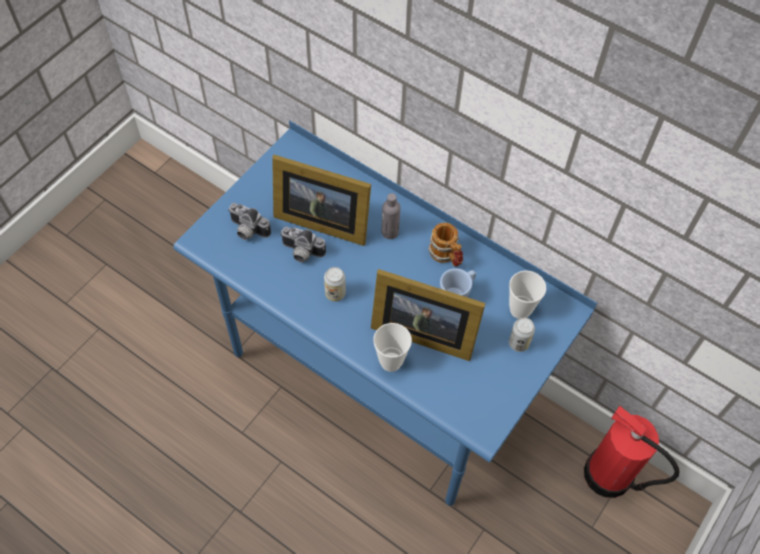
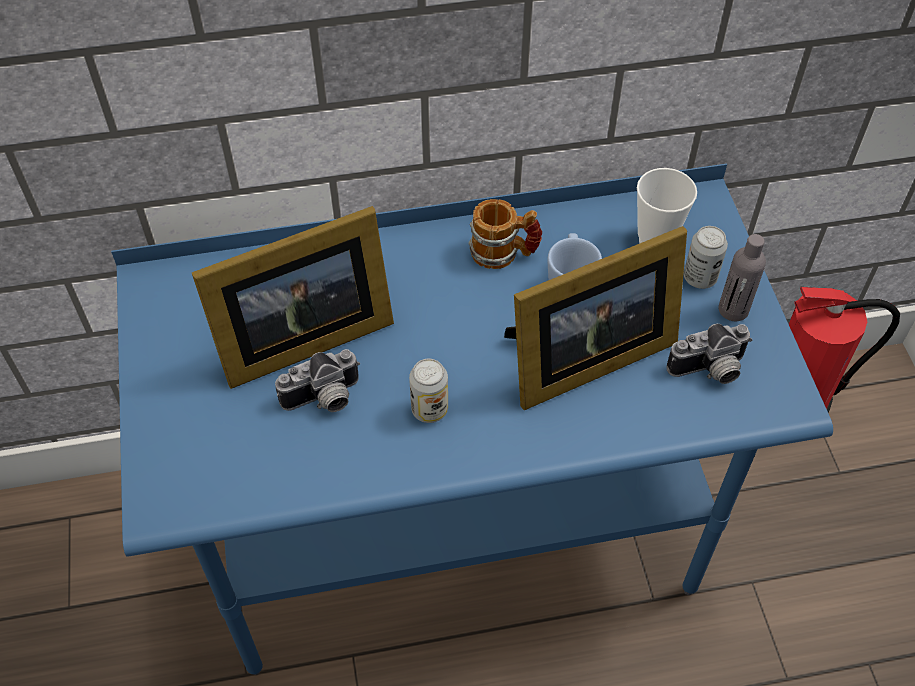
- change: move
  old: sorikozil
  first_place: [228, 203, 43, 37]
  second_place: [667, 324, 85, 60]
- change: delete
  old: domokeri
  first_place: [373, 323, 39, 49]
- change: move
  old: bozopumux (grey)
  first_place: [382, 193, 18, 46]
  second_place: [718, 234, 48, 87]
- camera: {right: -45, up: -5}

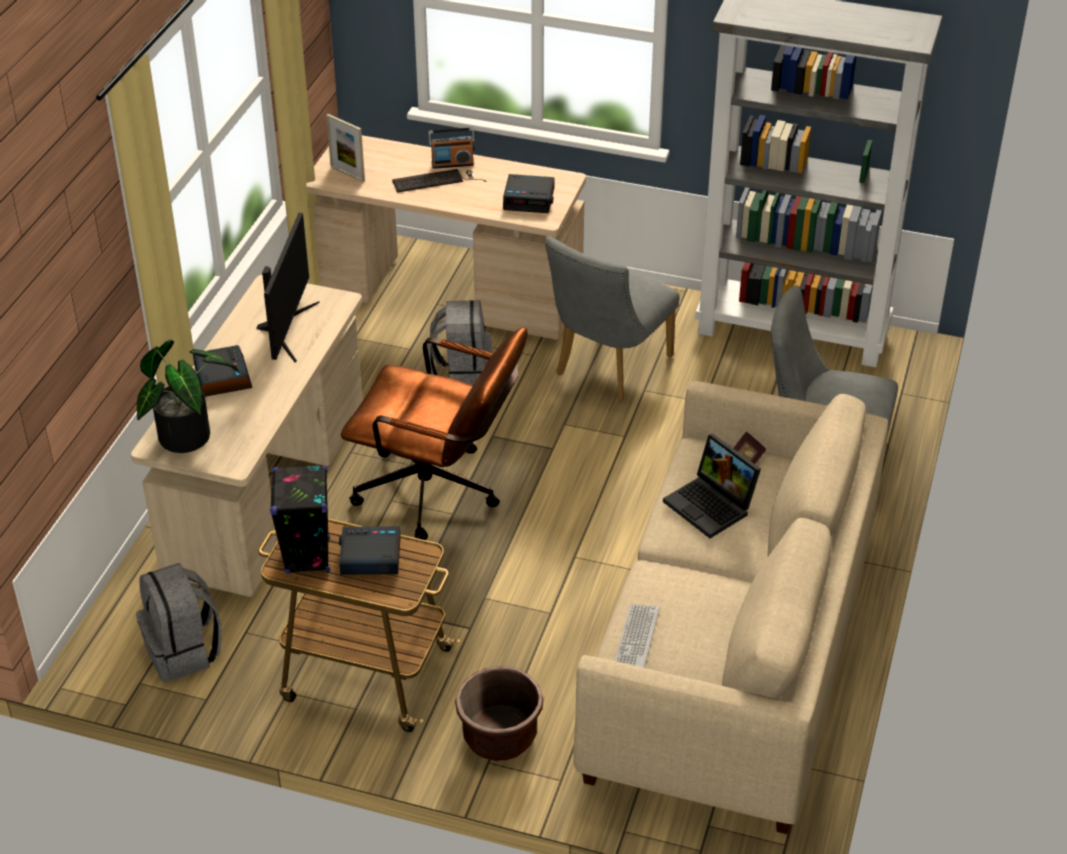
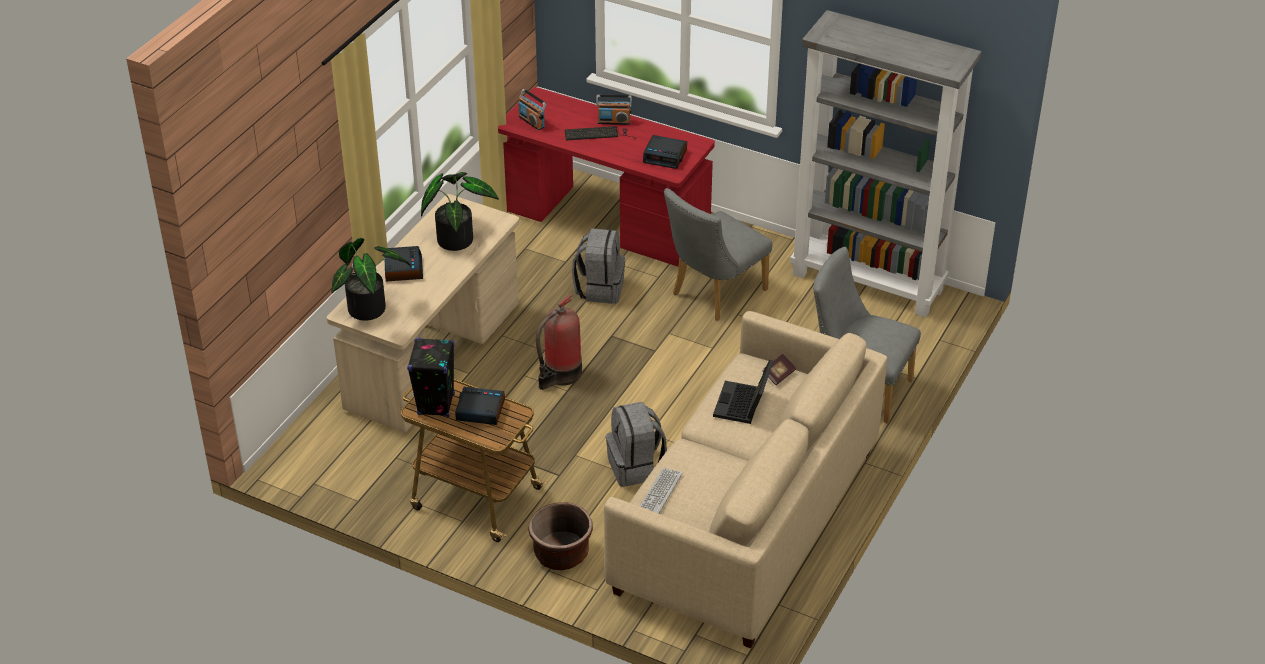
- change: move
  old: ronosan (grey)
  first_place: [136, 563, 86, 119]
  second_place: [606, 402, 61, 85]
- change: replace
  old: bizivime
  new: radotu
  first_place: [256, 213, 63, 149]
  second_place: [421, 172, 78, 79]
- change: recolor
  old: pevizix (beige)
  new: pevizix (red)
  first_place: [306, 135, 280, 205]
  second_place: [498, 87, 217, 180]
- change: replace
  old: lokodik
  new: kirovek
  first_place: [326, 114, 39, 68]
  second_place: [518, 89, 28, 41]
- change: replace
  old: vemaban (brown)
  new: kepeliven
  first_place: [341, 327, 187, 213]
  second_place: [536, 294, 46, 96]
- change: rotate
  old: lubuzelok
  first_place: [663, 433, 98, 105]
  second_place: [713, 360, 60, 64]
  degrees: 45
- camera: {right: 10, up: 0}

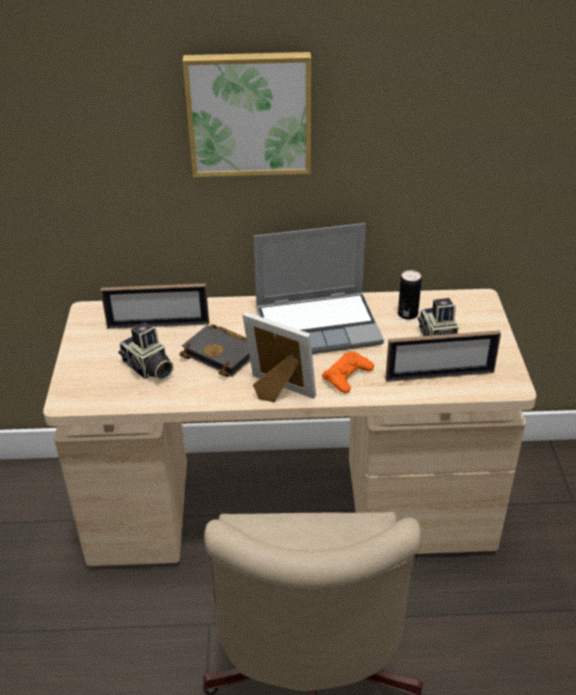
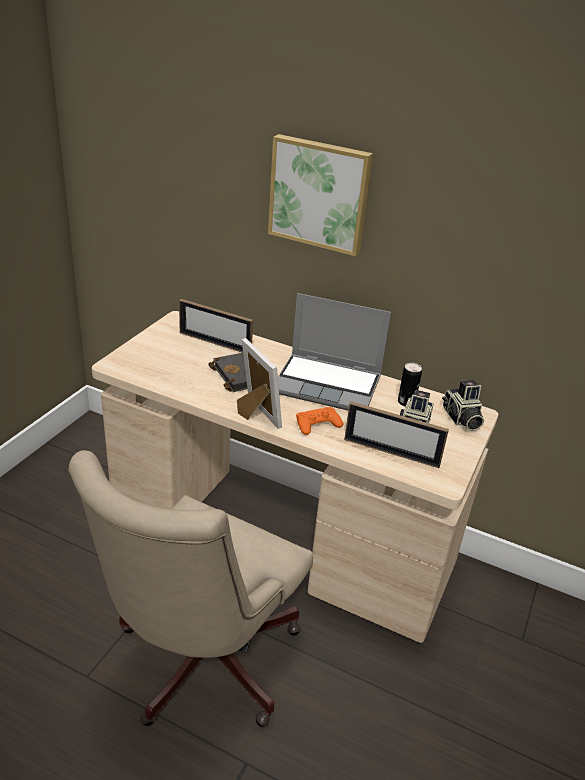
- change: move
  old: sorikozil
  first_place: [118, 322, 56, 58]
  second_place: [442, 380, 42, 51]
- camera: {right: 25, up: -5}

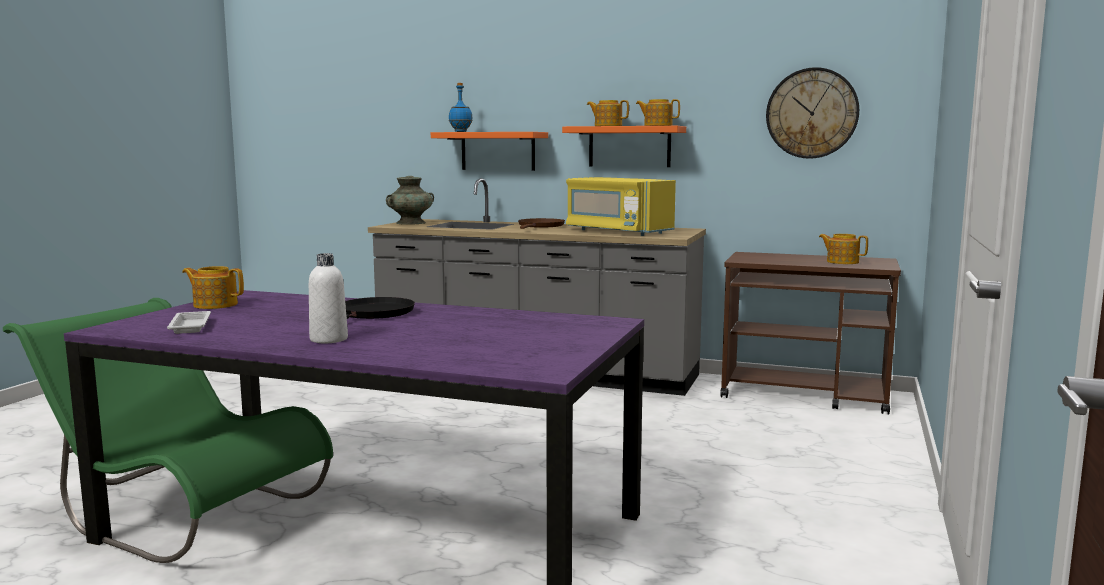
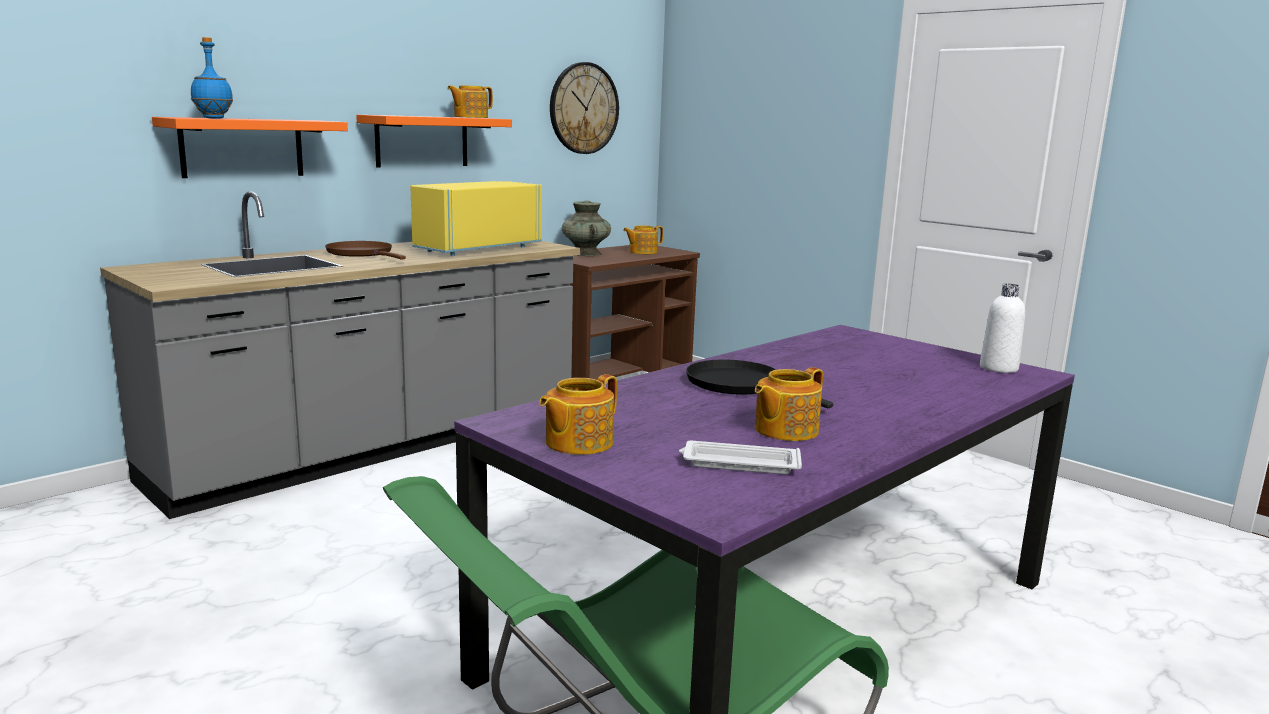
- change: move
  old: bozopumux (white)
  first_place: [309, 253, 39, 90]
  second_place: [980, 284, 45, 89]
- change: move
  old: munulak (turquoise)
  first_place: [386, 176, 48, 49]
  second_place: [562, 200, 49, 56]
- change: rotate
  old: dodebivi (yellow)
  first_place: [566, 177, 110, 59]
  second_place: [410, 181, 132, 75]
  degrees: 150
- change: move
  old: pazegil
  first_place: [587, 100, 42, 26]
  second_place: [755, 367, 68, 74]
- camera: {right: -65, up: 5}

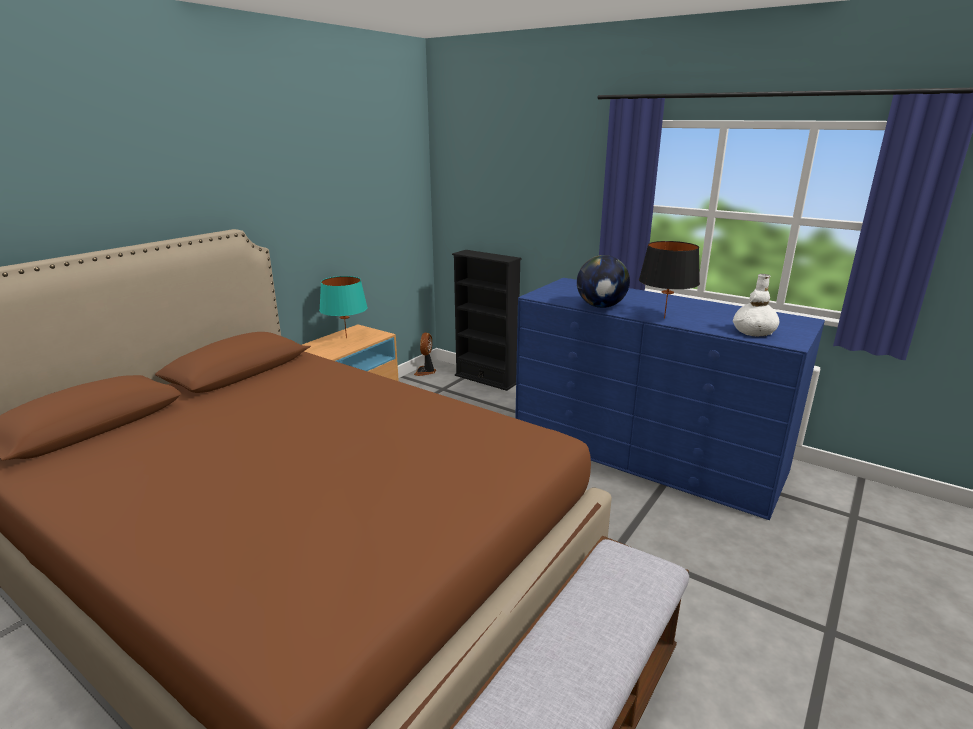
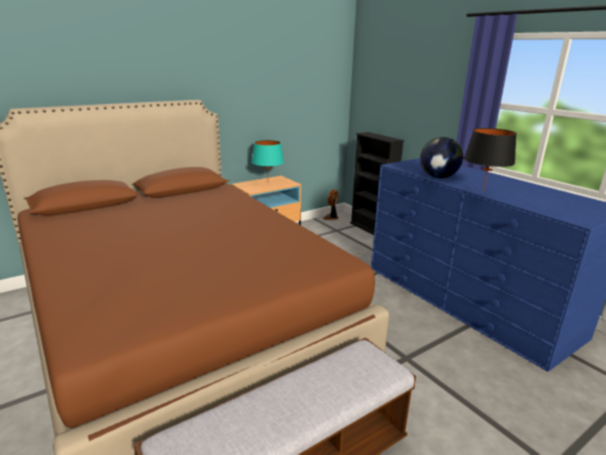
- change: delete
  old: munulak (white)
  first_place: [733, 274, 46, 63]
- camera: {right: 20, up: 0}

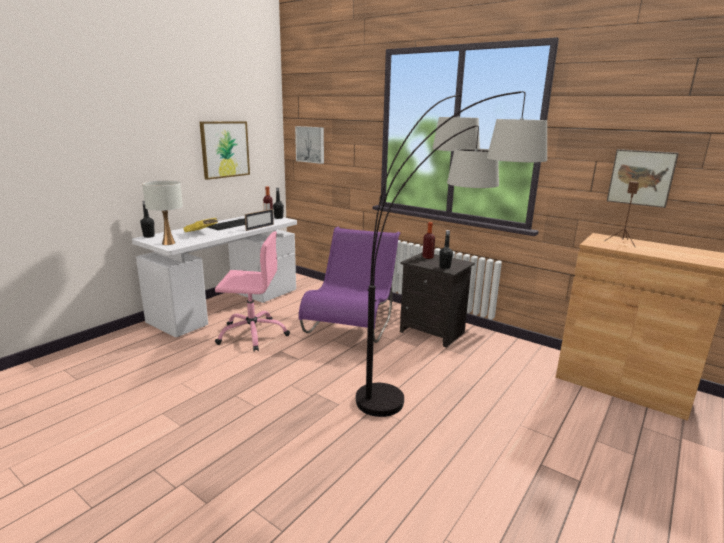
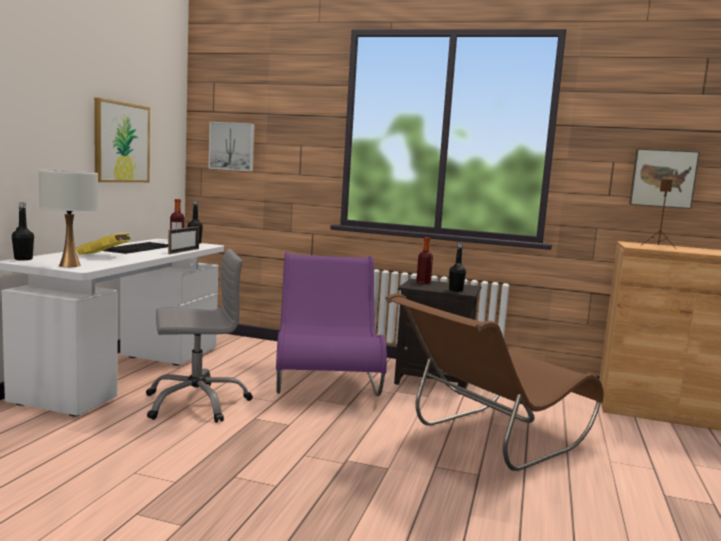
- change: recolor
  old: vemaban (pink)
  new: vemaban (grey)
  first_place: [215, 231, 75, 121]
  second_place: [146, 249, 107, 174]
- change: replace
  old: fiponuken
  new: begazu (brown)
  first_place: [356, 91, 191, 326]
  second_place: [386, 294, 218, 177]
- camera: {right: -20, up: -10}

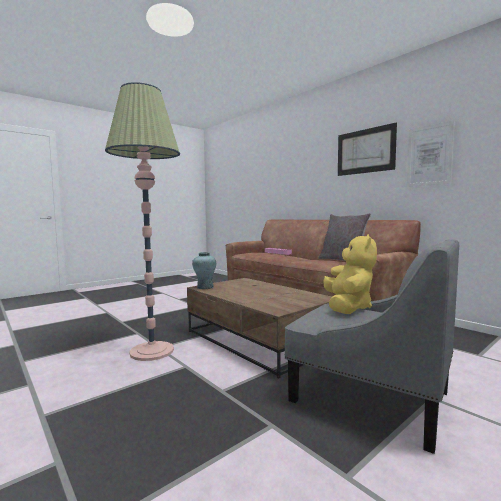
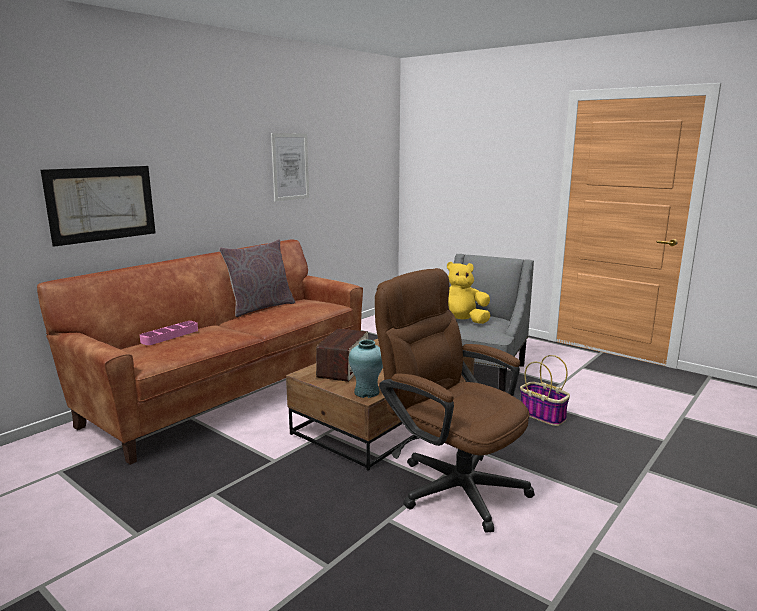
- change: replace
  old: fiponuken
  new: vemaban (brown)
  first_place: [105, 82, 75, 279]
  second_place: [375, 268, 160, 265]
- change: move
  old: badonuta
  first_place: [338, 122, 59, 54]
  second_place: [41, 166, 115, 81]
- change: insert
  new: kirovek
  second_place: [316, 328, 52, 54]
- change: insert
  new: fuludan
  second_place: [520, 355, 50, 71]
- camera: {right: -100, up: 10}

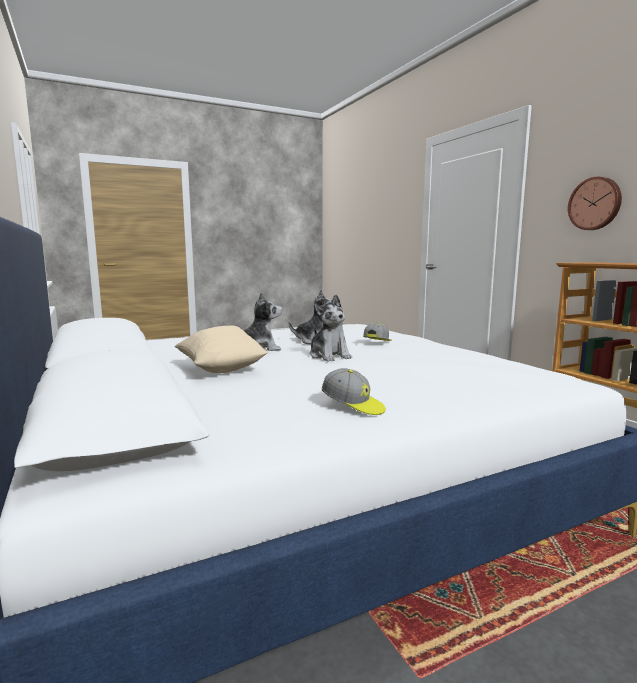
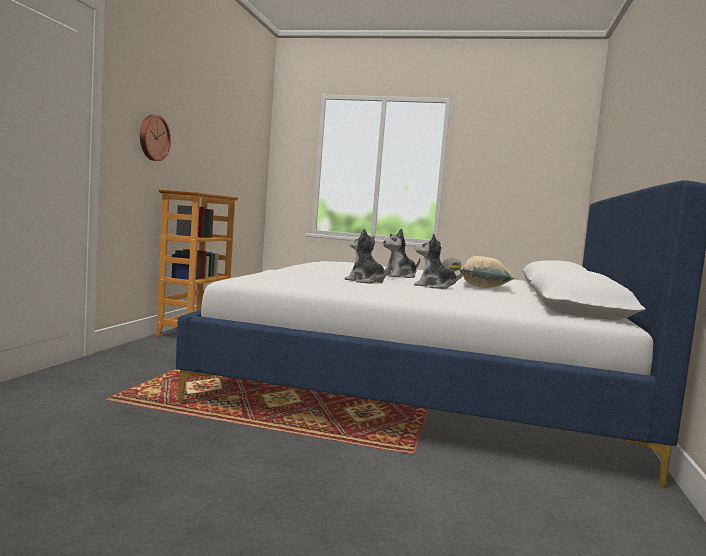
- change: rotate
  old: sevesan
  first_place: [309, 295, 43, 67]
  second_place: [383, 229, 37, 49]
  degrees: -135
- change: delete
  old: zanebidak
  first_place: [363, 322, 29, 19]
- camera: {right: -140, up: -5}

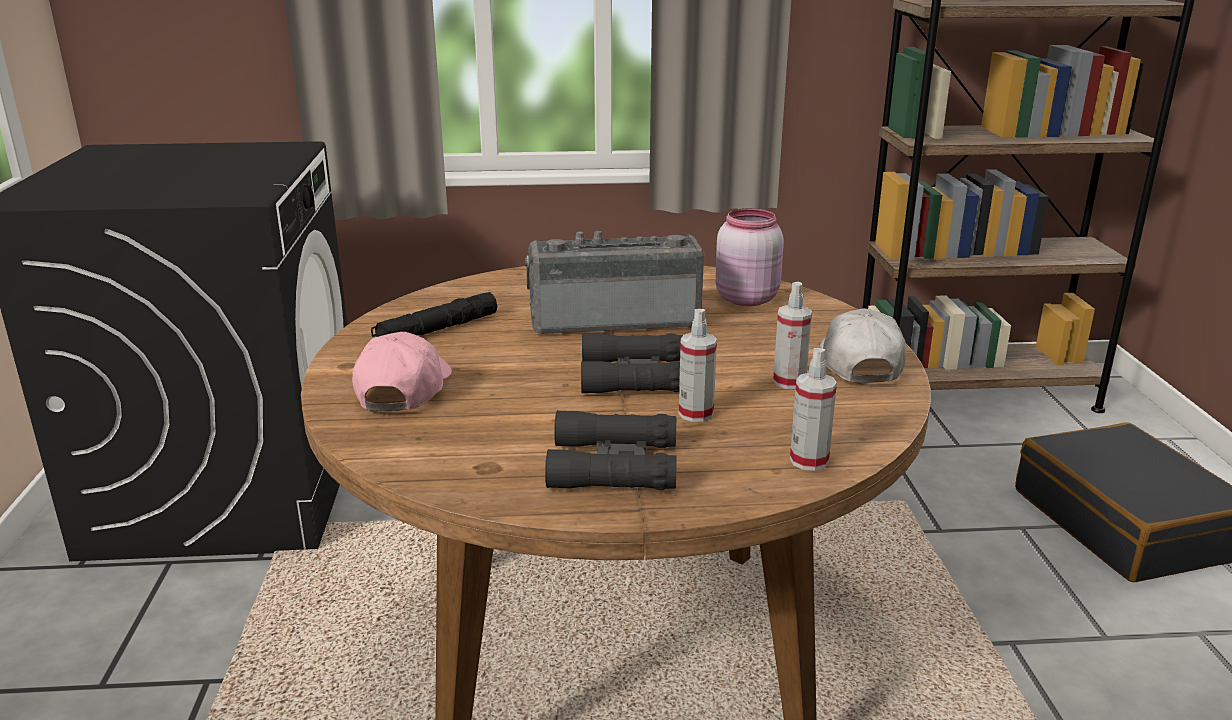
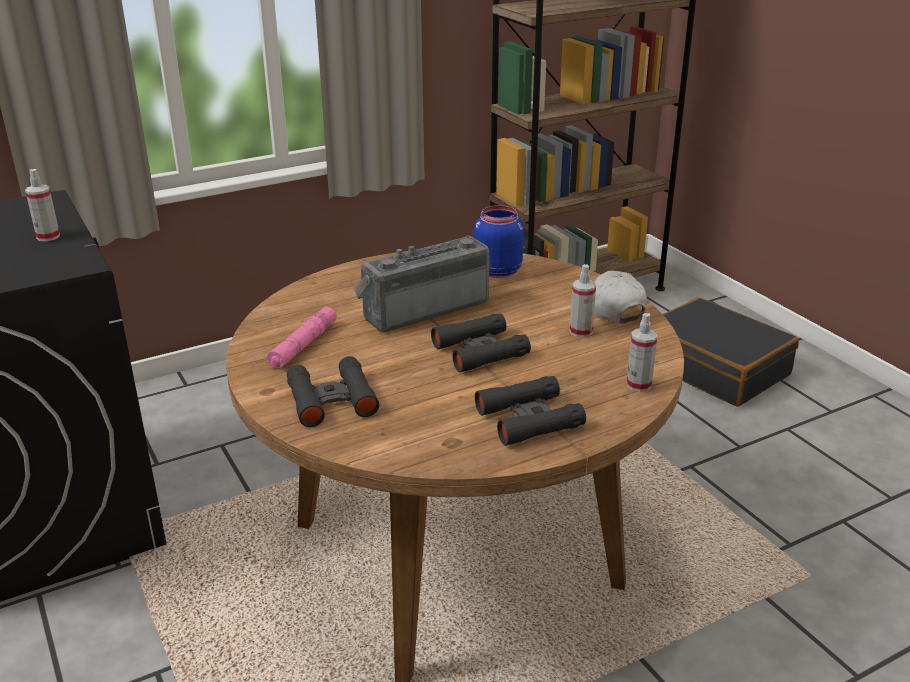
- change: replace
  old: zanebidak (pink)
  new: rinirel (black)
  first_place: [352, 332, 100, 79]
  second_place: [287, 356, 92, 71]
- change: recolor
  old: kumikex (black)
  new: kumikex (pink)
  first_place: [371, 292, 126, 45]
  second_place: [265, 307, 72, 62]
- change: move
  old: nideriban
  first_place: [679, 309, 38, 113]
  second_place: [25, 169, 35, 72]
- change: recolor
  old: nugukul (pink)
  new: nugukul (blue)
  first_place: [715, 208, 69, 98]
  second_place: [474, 205, 50, 73]
- camera: {right: -25, up: 5}

